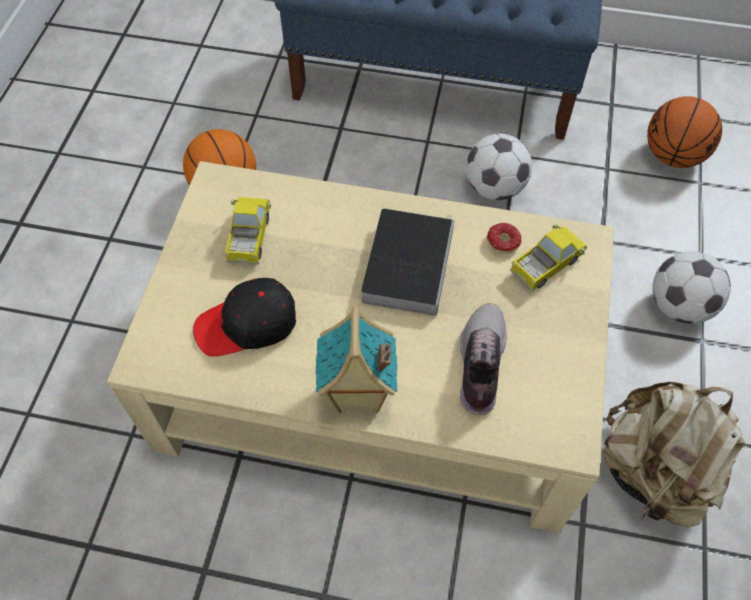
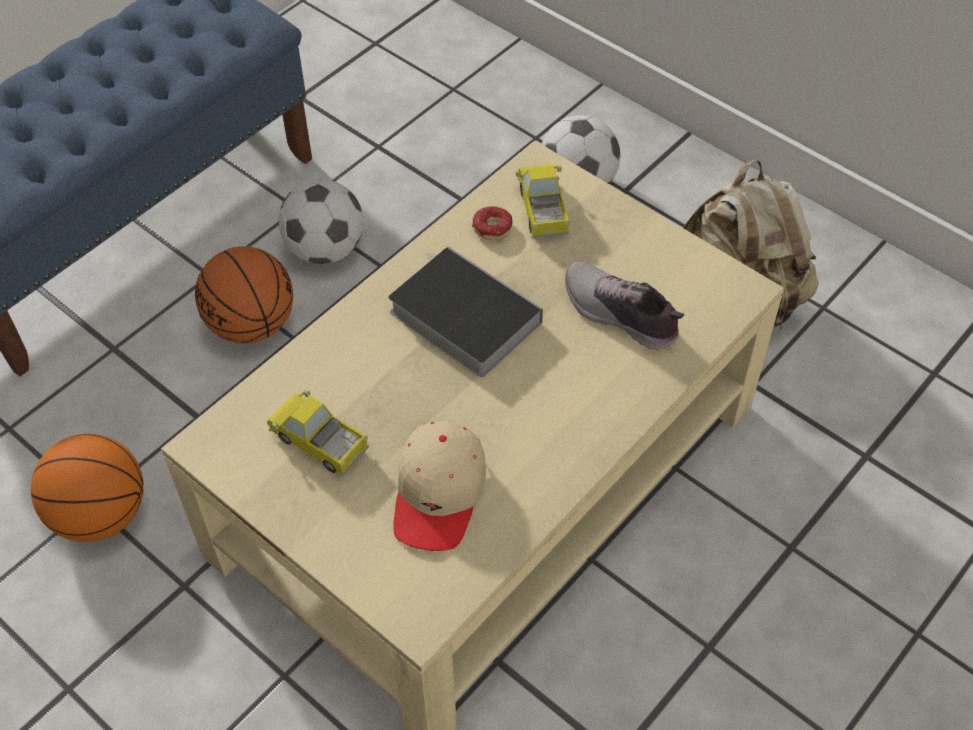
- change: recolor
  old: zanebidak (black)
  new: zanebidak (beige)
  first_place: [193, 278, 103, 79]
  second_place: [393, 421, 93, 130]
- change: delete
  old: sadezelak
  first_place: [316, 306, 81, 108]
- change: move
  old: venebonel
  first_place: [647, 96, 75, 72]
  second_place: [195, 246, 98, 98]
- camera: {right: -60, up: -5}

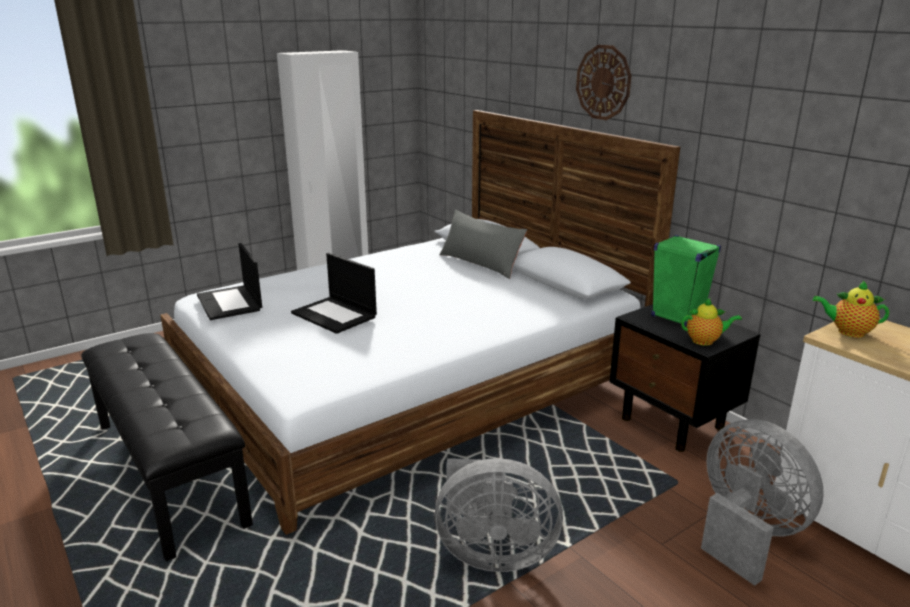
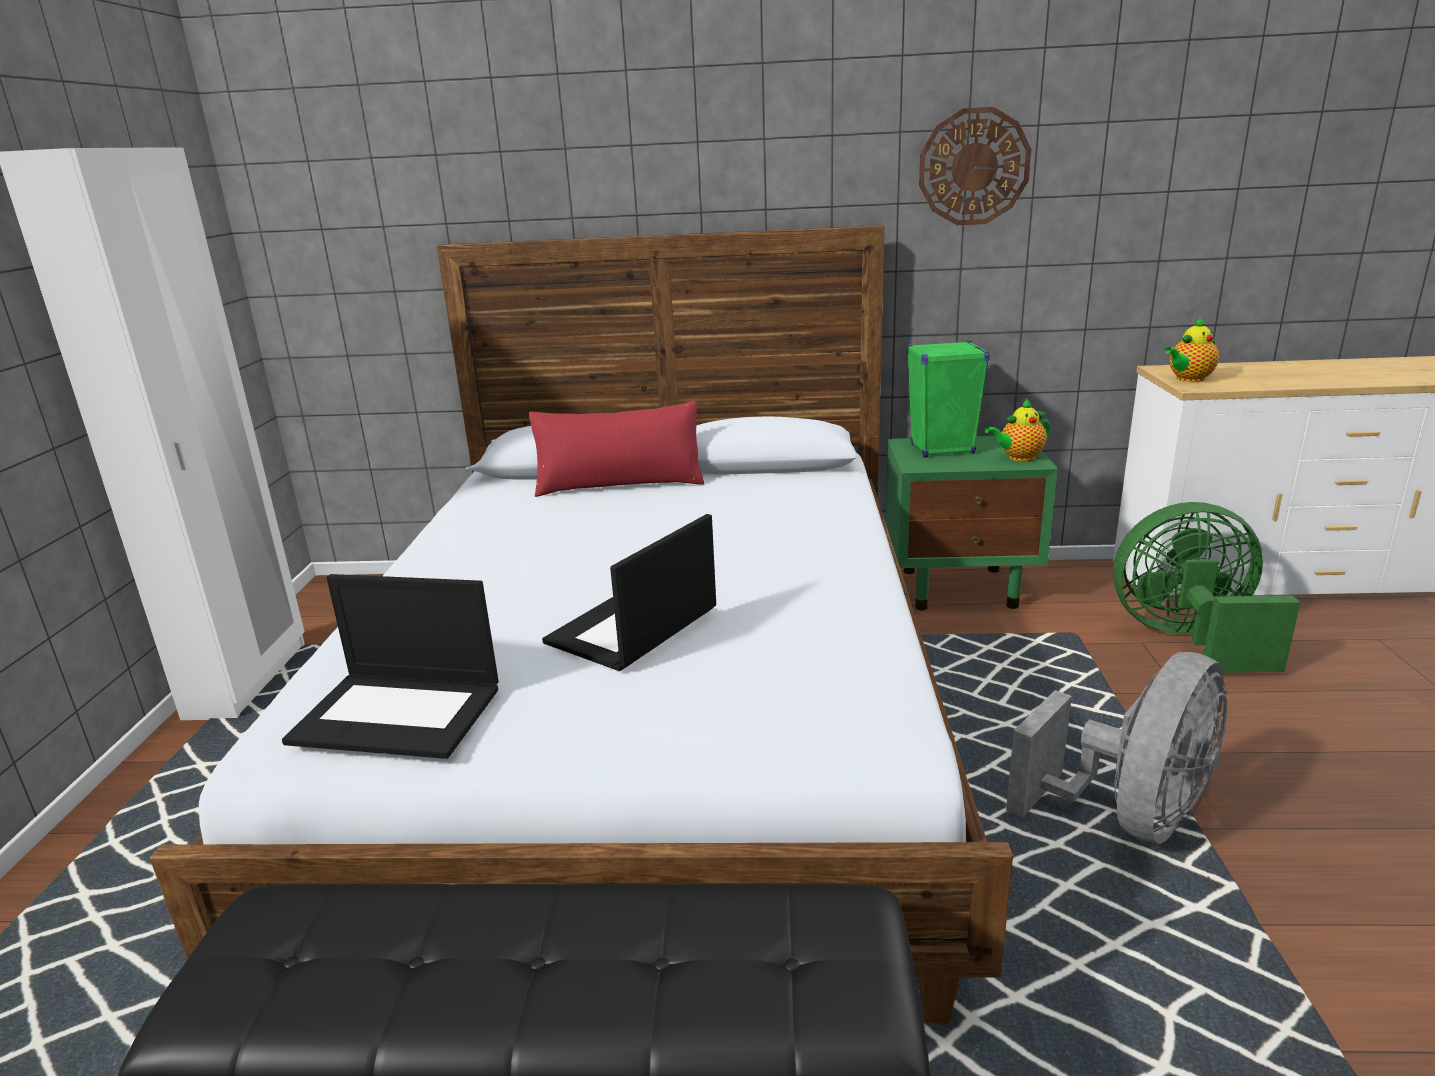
- change: rotate
  old: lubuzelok
  first_place: [291, 253, 86, 81]
  second_place: [542, 514, 174, 157]
  degrees: 135
- change: recolor
  old: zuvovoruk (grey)
  new: zuvovoruk (red)
  first_place: [439, 210, 88, 69]
  second_place: [529, 400, 175, 97]
- change: move
  old: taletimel
  first_place: [576, 45, 55, 75]
  second_place: [919, 107, 113, 118]
- change: recolor
  old: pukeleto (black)
  new: pukeleto (green)
  first_place: [609, 304, 152, 148]
  second_place: [885, 436, 173, 174]
- change: rotate
  old: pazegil
  first_place: [681, 298, 61, 48]
  second_place: [985, 399, 65, 62]
  degrees: -150
- change: recolor
  old: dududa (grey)
  new: dududa (green)
  first_place: [701, 419, 123, 167]
  second_place: [1113, 502, 188, 170]
- camera: {right: -50, up: 0}

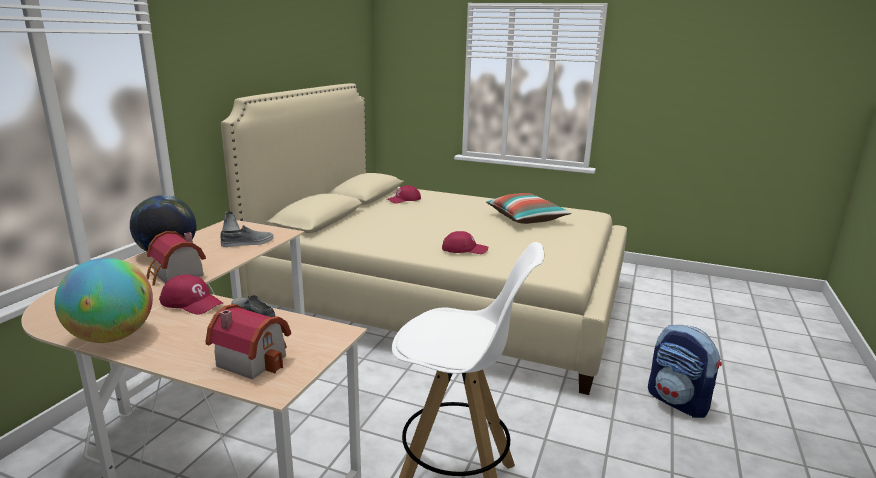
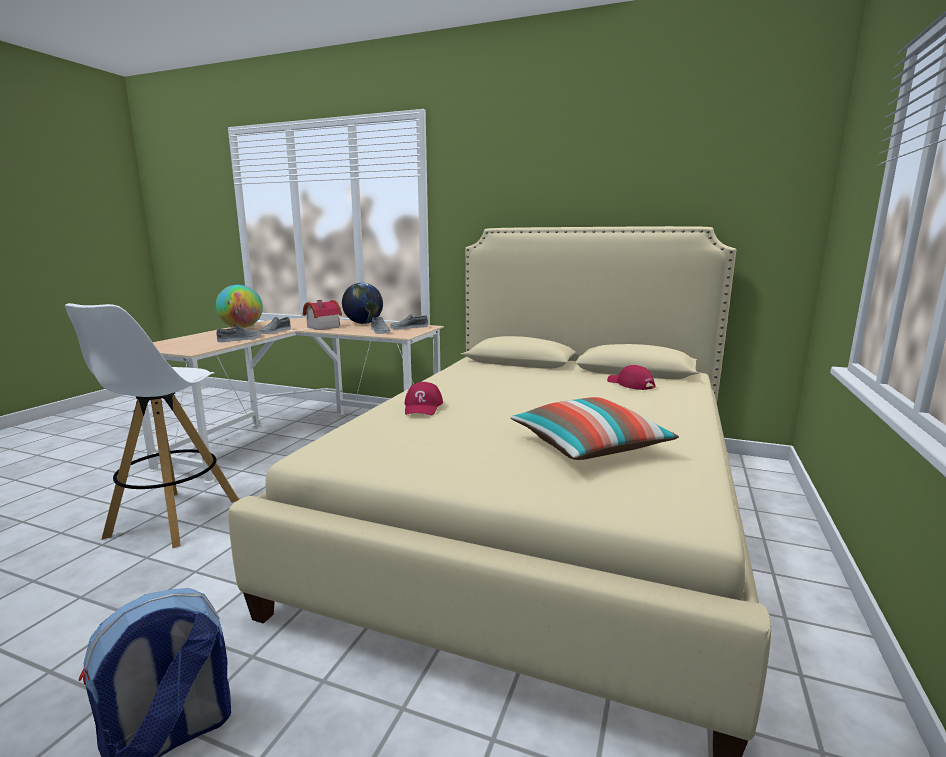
- change: replace
  old: zanebidak (red)
  new: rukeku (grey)
  first_place: [159, 274, 64, 41]
  second_place: [259, 317, 32, 17]
- change: delete
  old: sadezelak
  first_place: [205, 304, 86, 75]
- camera: {right: 90, up: -5}

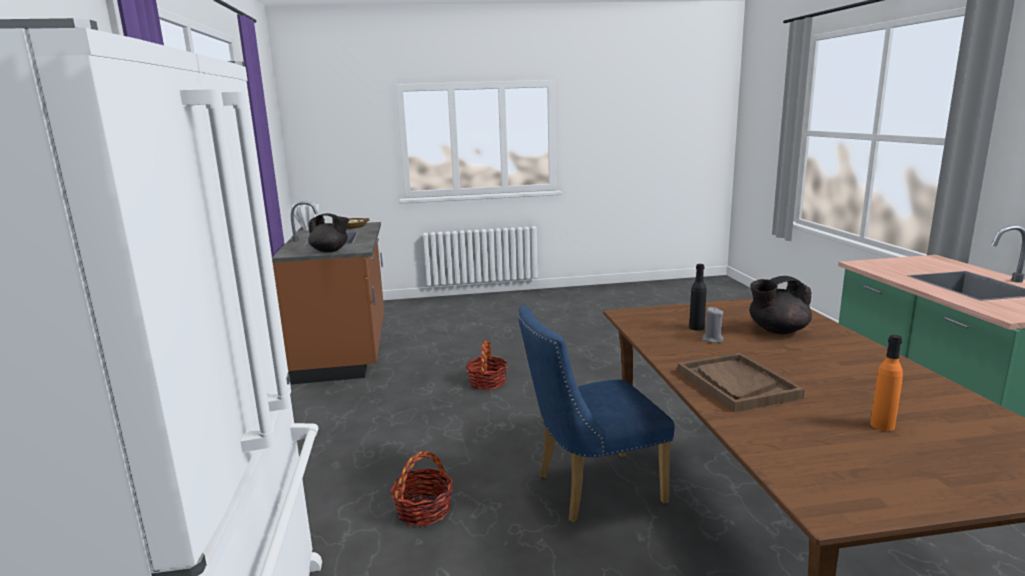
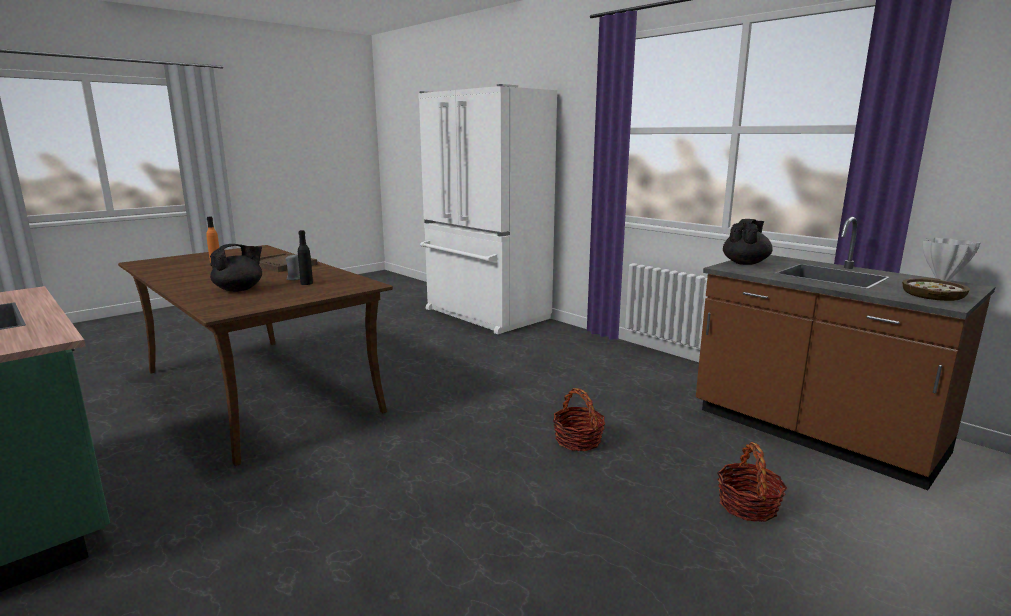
- change: rotate
  old: pazegil (black)
  first_place: [308, 213, 41, 39]
  second_place: [723, 219, 50, 46]
  degrees: 150
- change: move
  old: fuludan
  first_place: [390, 451, 63, 75]
  second_place: [717, 442, 70, 80]
- change: delete
  old: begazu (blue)
  first_place: [518, 305, 157, 217]
- camera: {right: 145, up: 0}

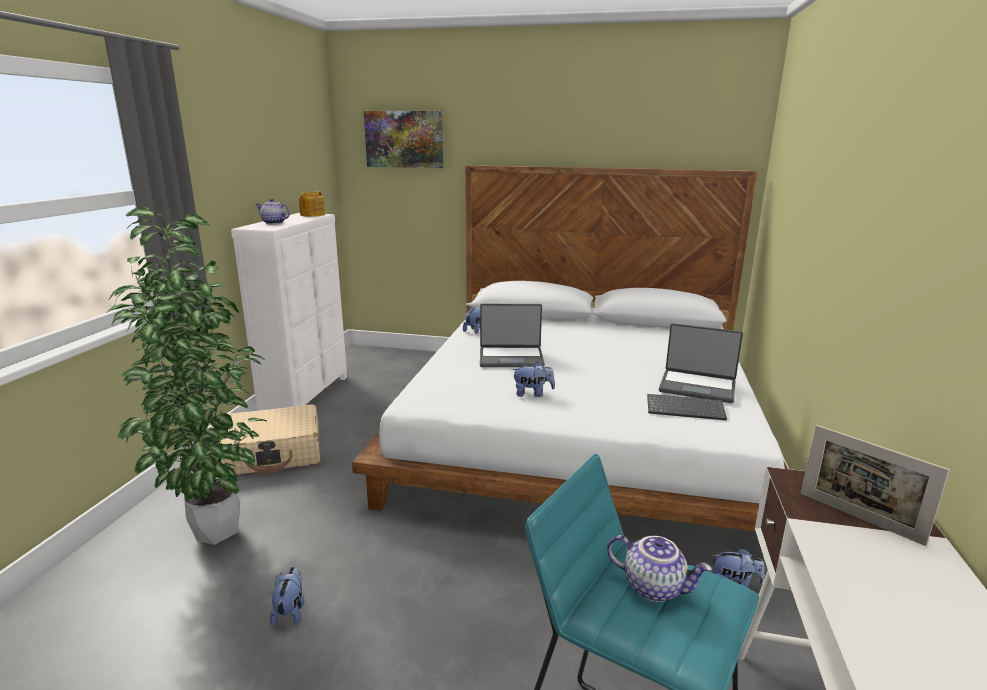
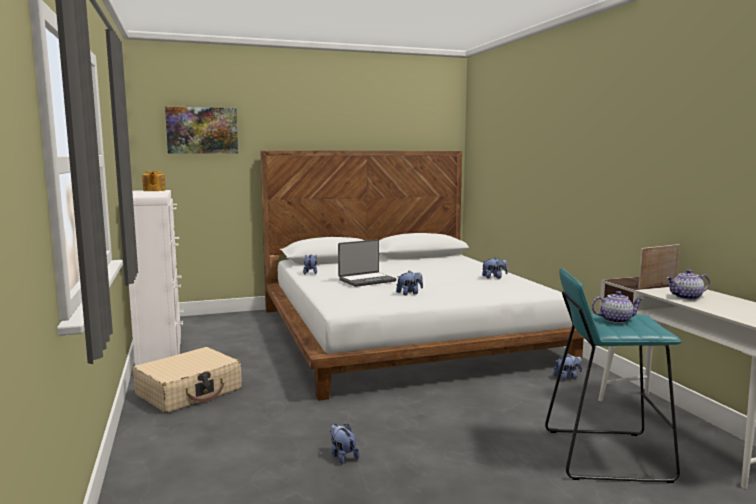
- change: delete
  old: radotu
  first_place: [106, 207, 161, 338]
- change: move
  old: pazegil
  first_place: [256, 198, 34, 26]
  second_place: [667, 270, 43, 30]
- change: delete
  old: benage
  first_place: [647, 394, 80, 27]
- change: replace
  old: lubuzelok
  new: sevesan
  first_place: [659, 323, 84, 80]
  second_place: [482, 257, 26, 22]
- change: rotate
  old: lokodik
  first_place: [801, 425, 149, 121]
  second_place: [638, 244, 42, 45]
  degrees: 135
- camera: {right: -30, up: -10}

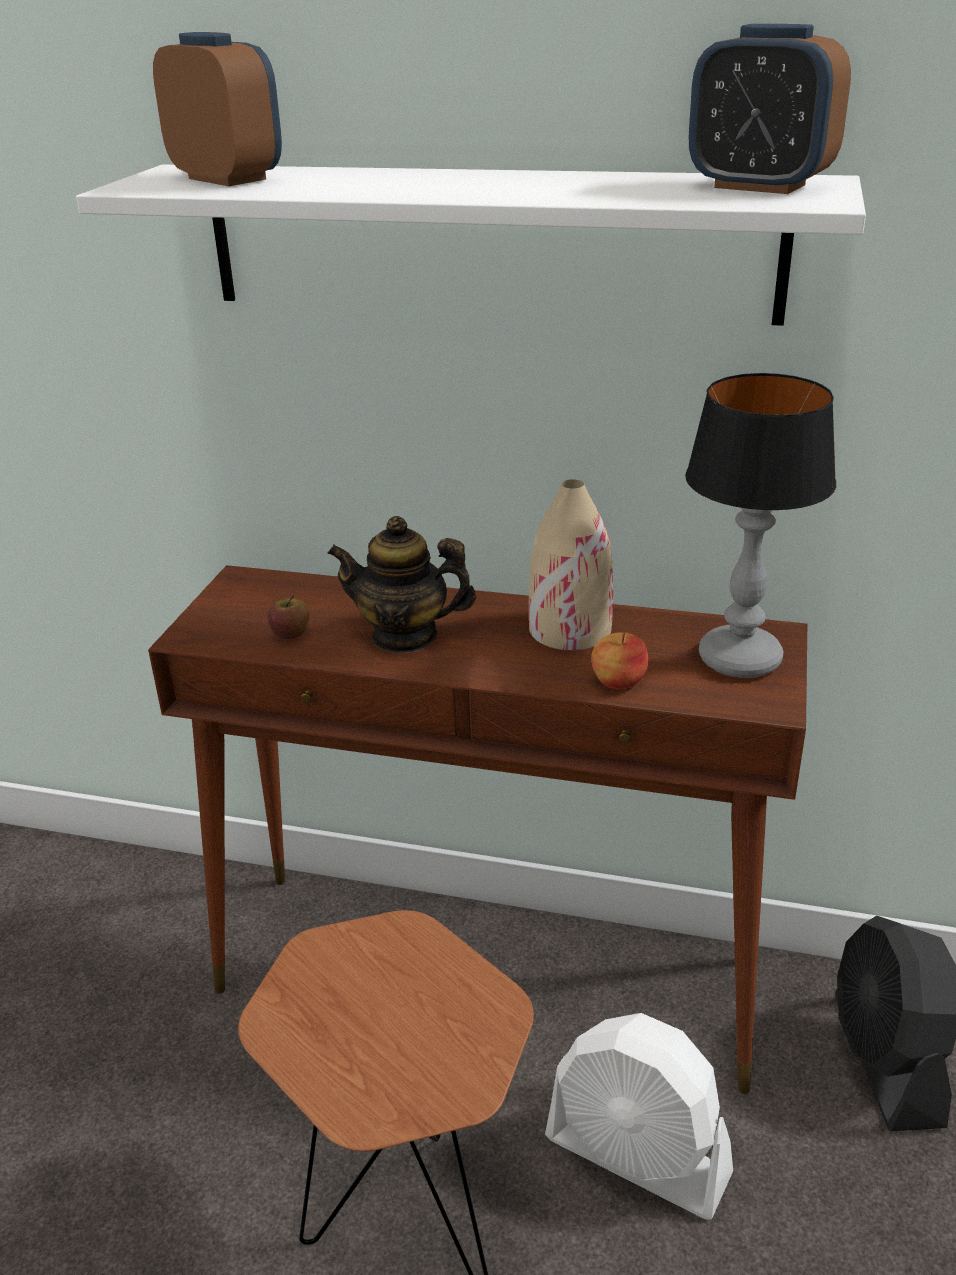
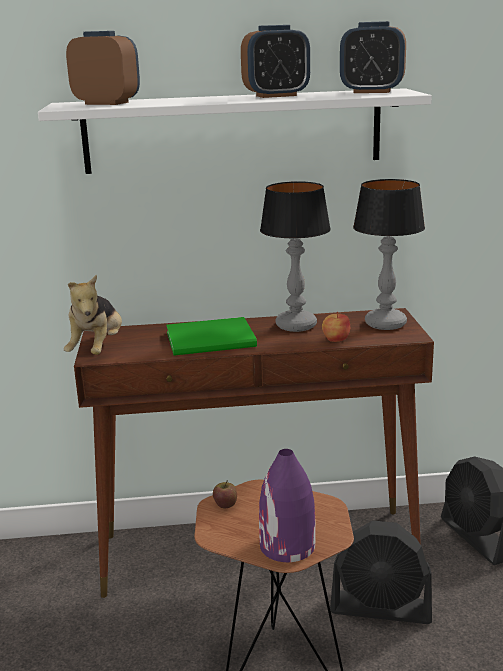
- change: move
  old: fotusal
  first_place: [268, 596, 42, 43]
  second_place: [213, 480, 24, 28]
- change: replace
  old: pazegil
  new: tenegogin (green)
  first_place: [327, 516, 149, 137]
  second_place: [166, 317, 91, 39]
- change: replace
  old: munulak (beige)
  new: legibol
  first_place: [529, 479, 84, 171]
  second_place: [260, 181, 71, 151]
- change: recolor
  old: dududa (white)
  new: dududa (black)
  first_place: [545, 1013, 188, 207]
  second_place: [330, 520, 102, 104]
- change: insert
  new: sevesan
  second_place: [64, 274, 58, 81]
- change: insert
  new: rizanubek
  second_place: [241, 25, 69, 73]
- change: insert
  new: munulak (purple)
  second_place: [259, 449, 57, 113]
- camera: {right: -20, up: -10}

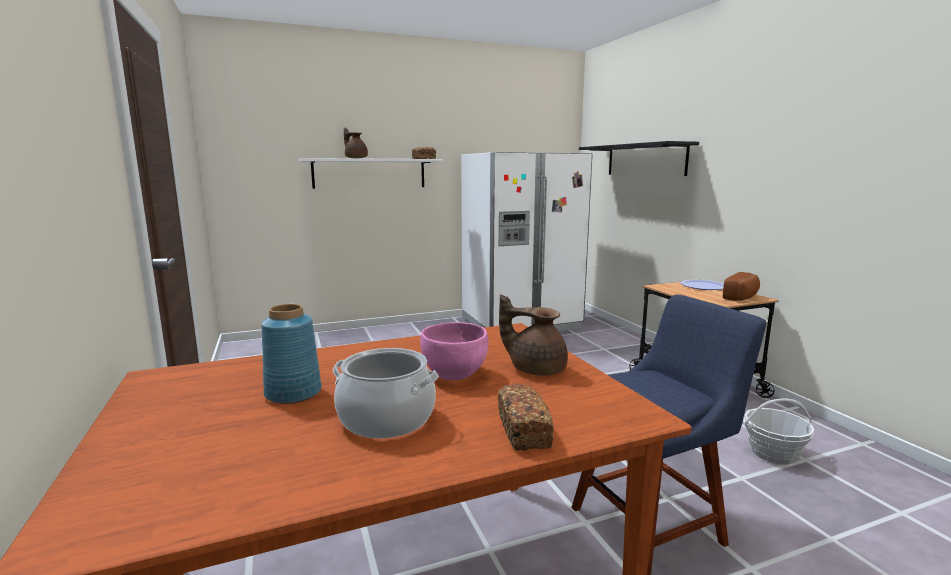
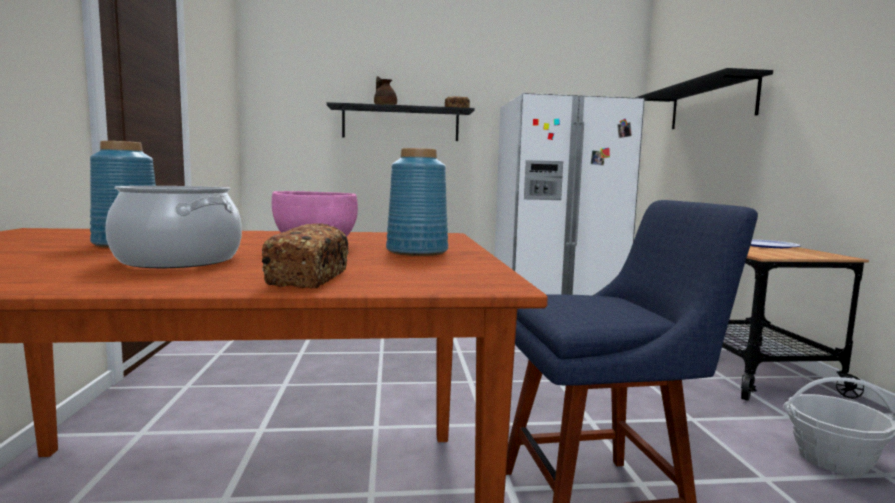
- change: recolor
  old: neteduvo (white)
  new: neteduvo (black)
  first_place: [299, 158, 144, 31]
  second_place: [327, 102, 148, 39]
- change: replace
  old: pazegil (brown)
  new: munulak (blue)
  first_place: [499, 294, 69, 82]
  second_place: [386, 148, 62, 108]
- change: delete
  old: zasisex
  first_place: [723, 272, 37, 29]
- camera: {right: 15, up: -5}

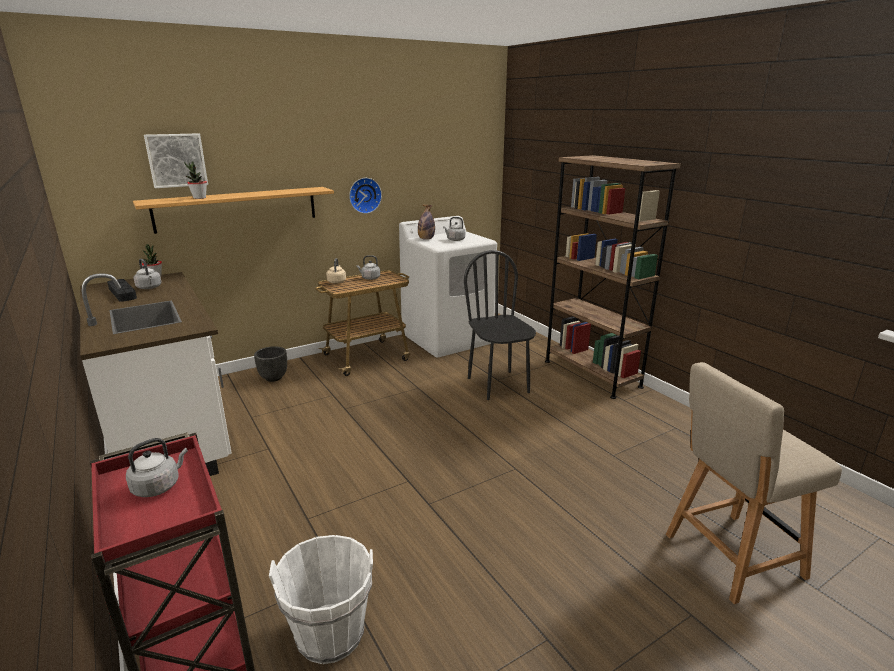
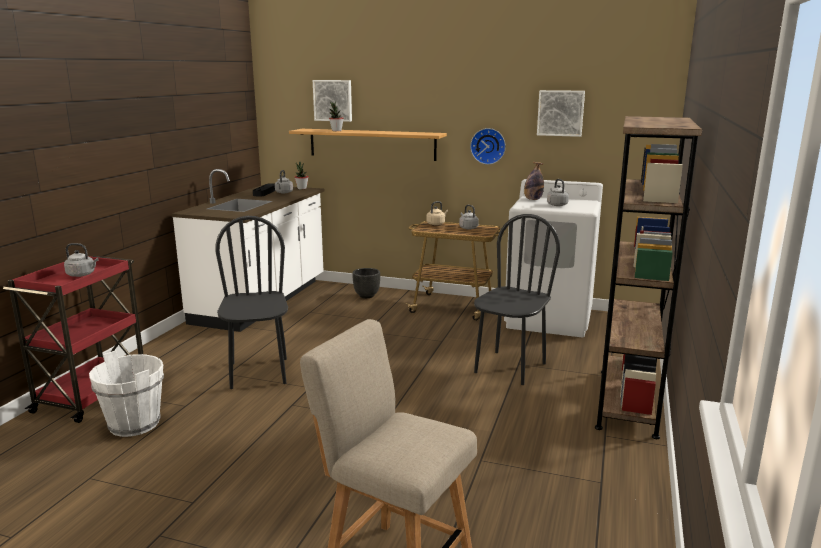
- change: insert
  new: begazu (black)
  second_place: [215, 216, 73, 173]
- change: insert
  new: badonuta
  second_place: [537, 90, 48, 47]
- camera: {right: 50, up: -5}

